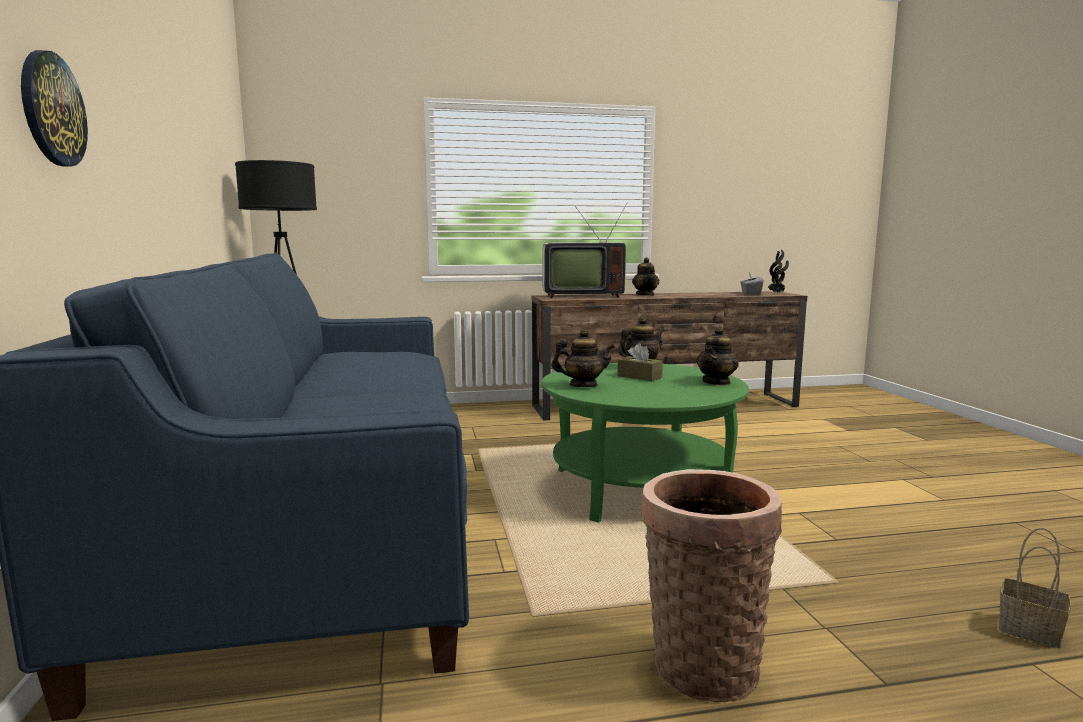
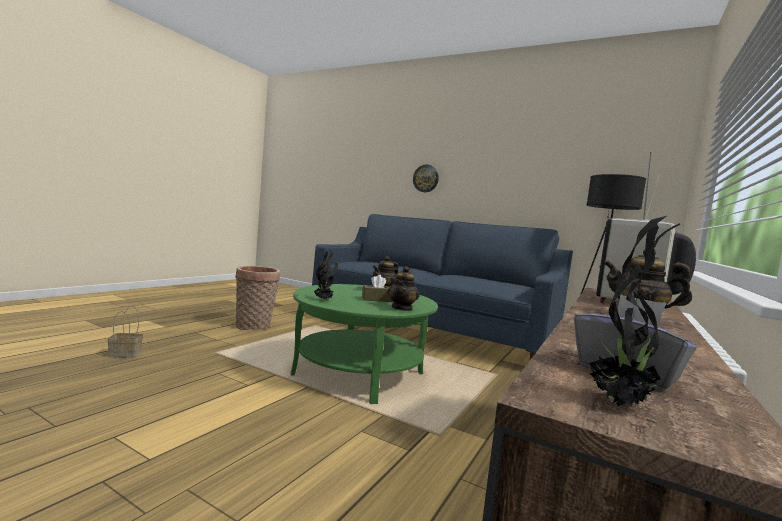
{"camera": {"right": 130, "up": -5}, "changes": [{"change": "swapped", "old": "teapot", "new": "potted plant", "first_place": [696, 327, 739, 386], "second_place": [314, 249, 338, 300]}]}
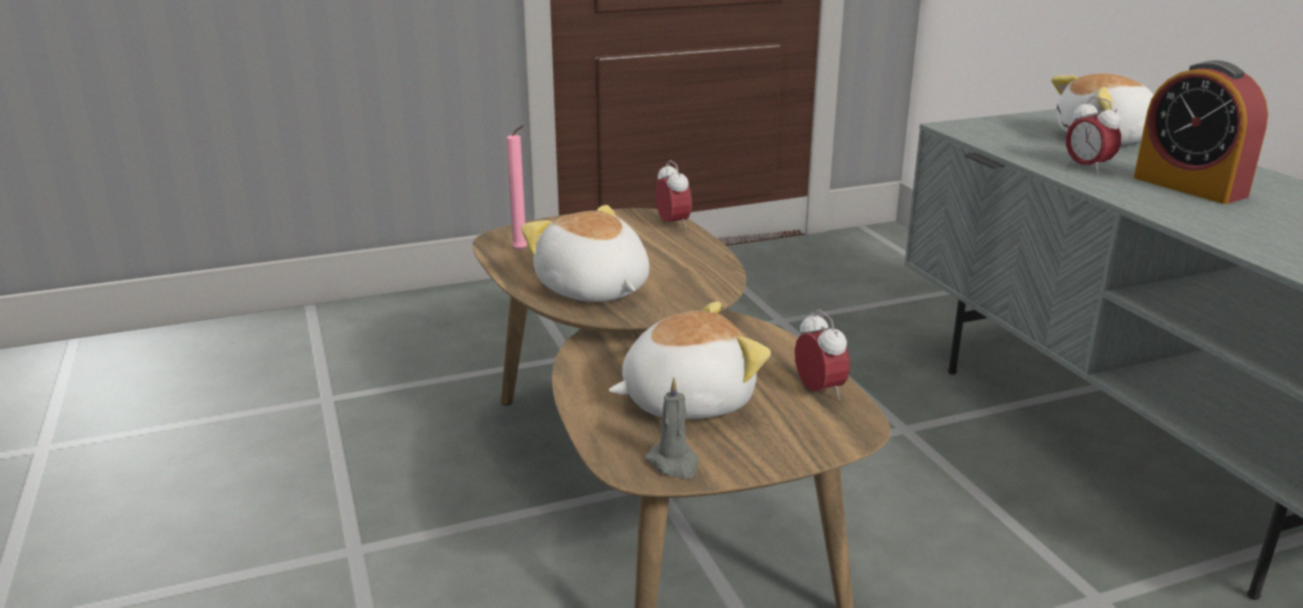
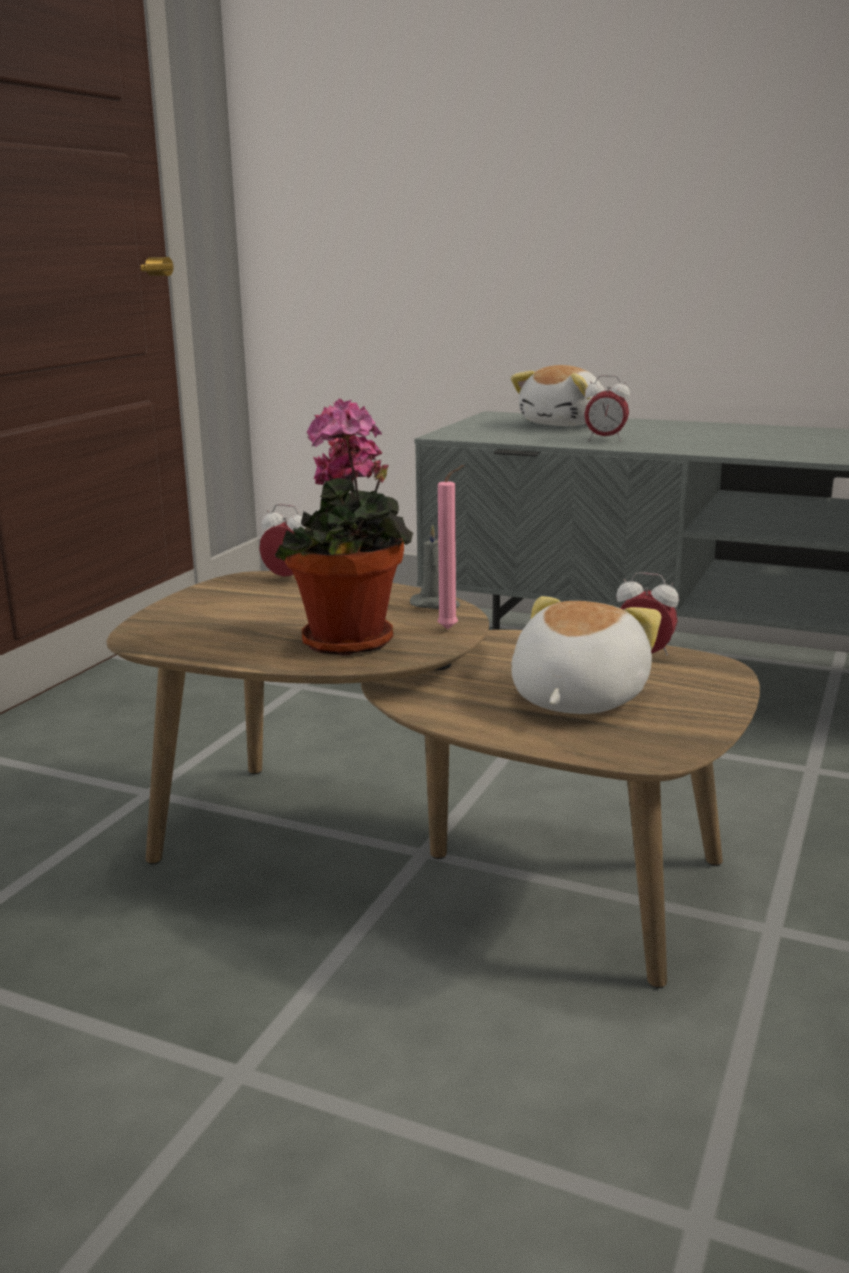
{"camera": {"right": -45, "up": -5}, "changes": [{"change": "gone", "old": "alarm clock", "first_place": [1134, 60, 1268, 204]}, {"change": "shifted", "old": "candle/pink", "first_place": [507, 125, 527, 251], "second_place": [437, 465, 464, 629]}, {"change": "shifted", "old": "candle/grey", "first_place": [646, 377, 699, 479], "second_place": [410, 524, 461, 609]}, {"change": "swapped", "old": "plush toy", "new": "potted plant", "first_place": [521, 205, 649, 302], "second_place": [275, 399, 413, 656]}]}
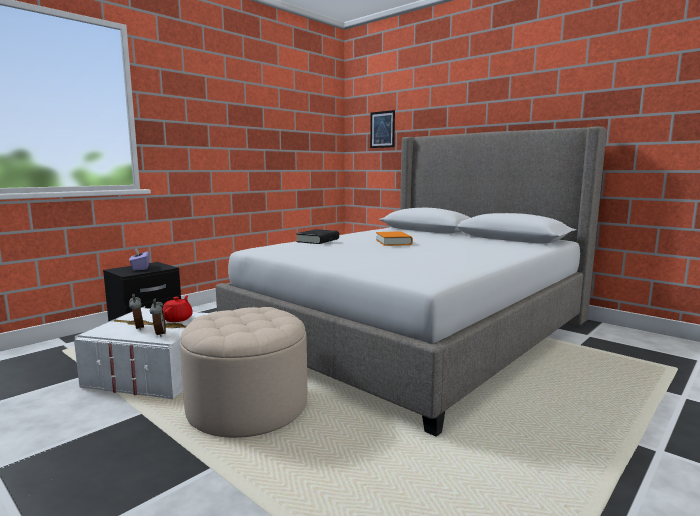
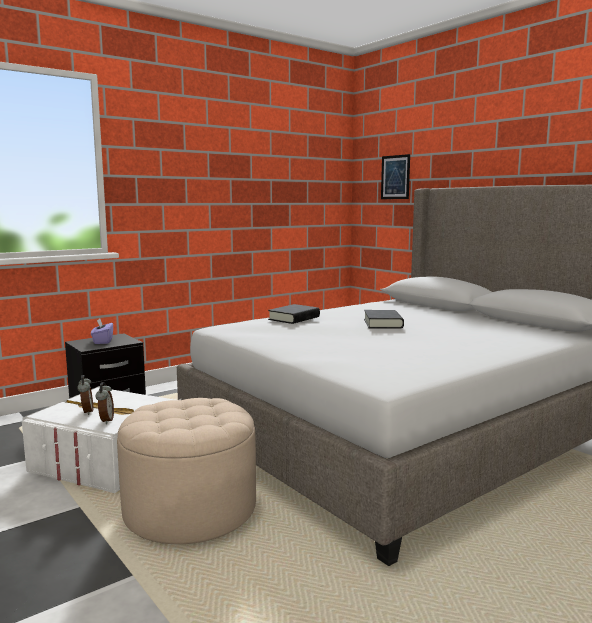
{"camera": {"right": 10, "up": 0}, "changes": [{"change": "gone", "old": "teapot/red", "first_place": [163, 295, 193, 322]}, {"change": "repainted", "old": "book/orange", "new": "book/black", "first_place": [376, 231, 413, 246], "second_place": [364, 310, 404, 329]}]}
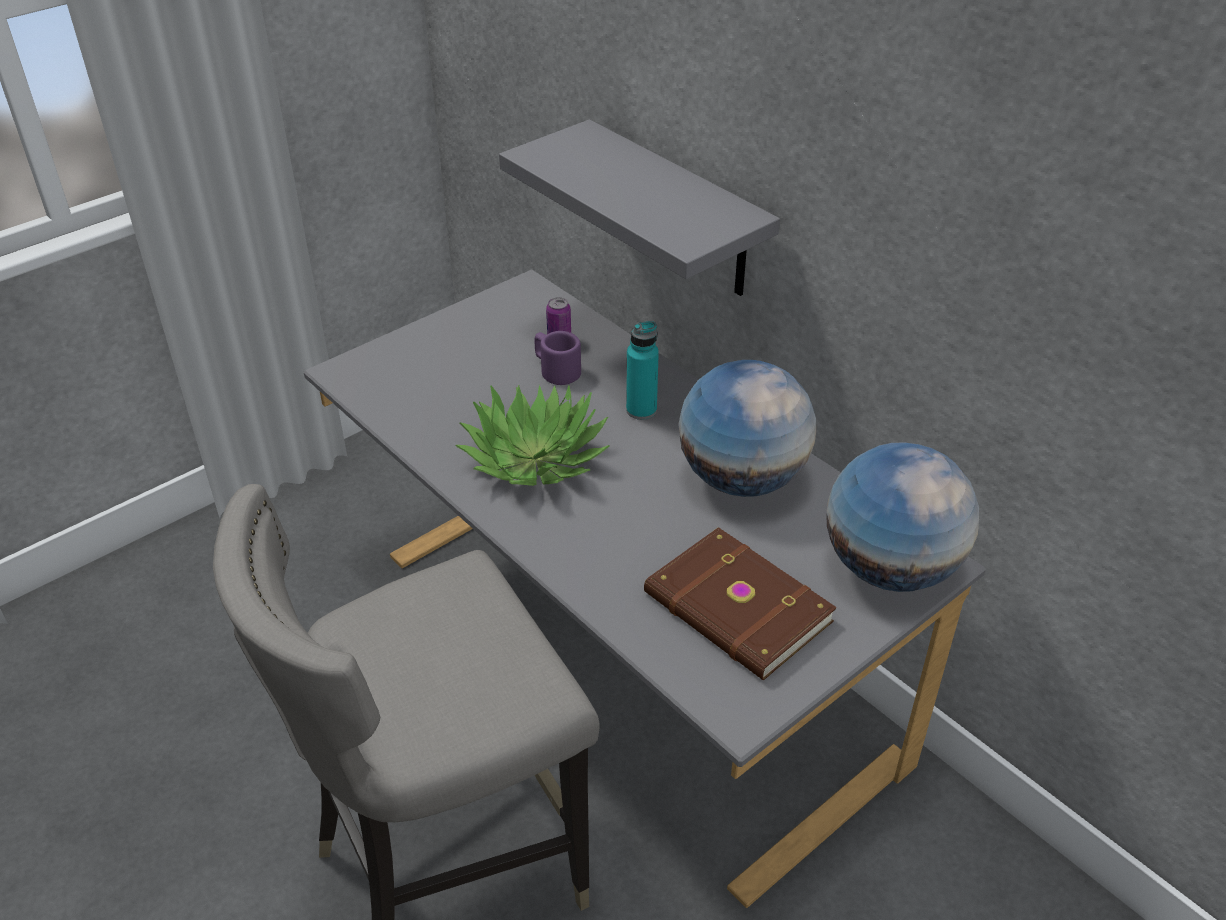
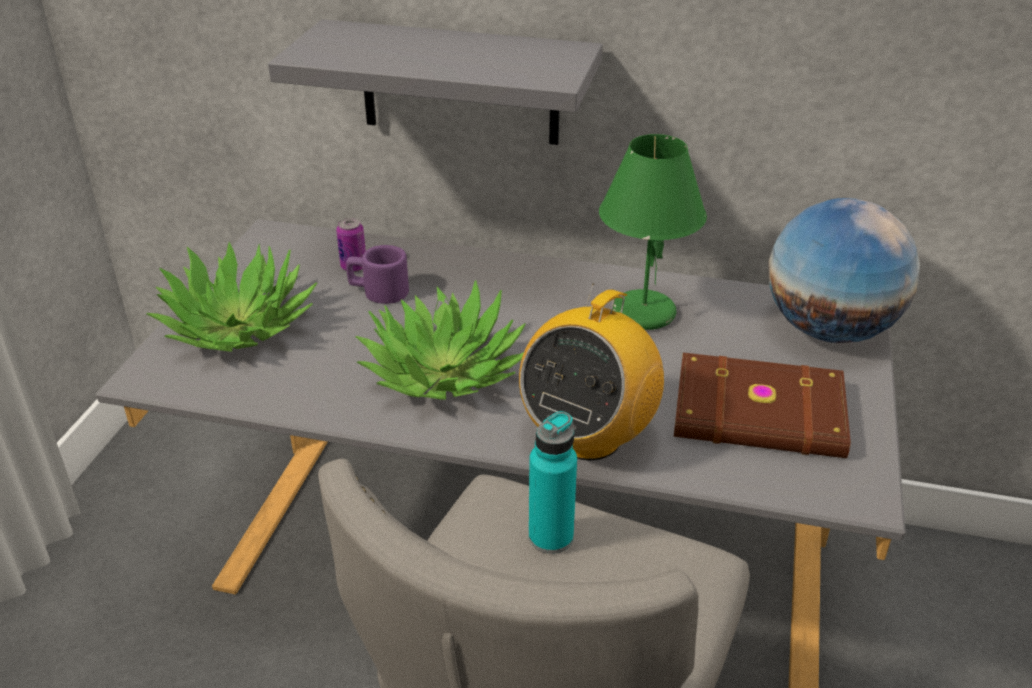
{"camera": {"right": -35, "up": -5}, "changes": [{"change": "new", "new": "potted plant", "second_place": [147, 242, 317, 352]}, {"change": "new", "new": "radio", "second_place": [519, 283, 664, 461]}, {"change": "shifted", "old": "bottle/turquoise", "first_place": [626, 321, 659, 420], "second_place": [529, 411, 577, 554]}, {"change": "swapped", "old": "globe", "new": "table lamp/green", "first_place": [678, 360, 816, 497], "second_place": [599, 134, 707, 330]}]}
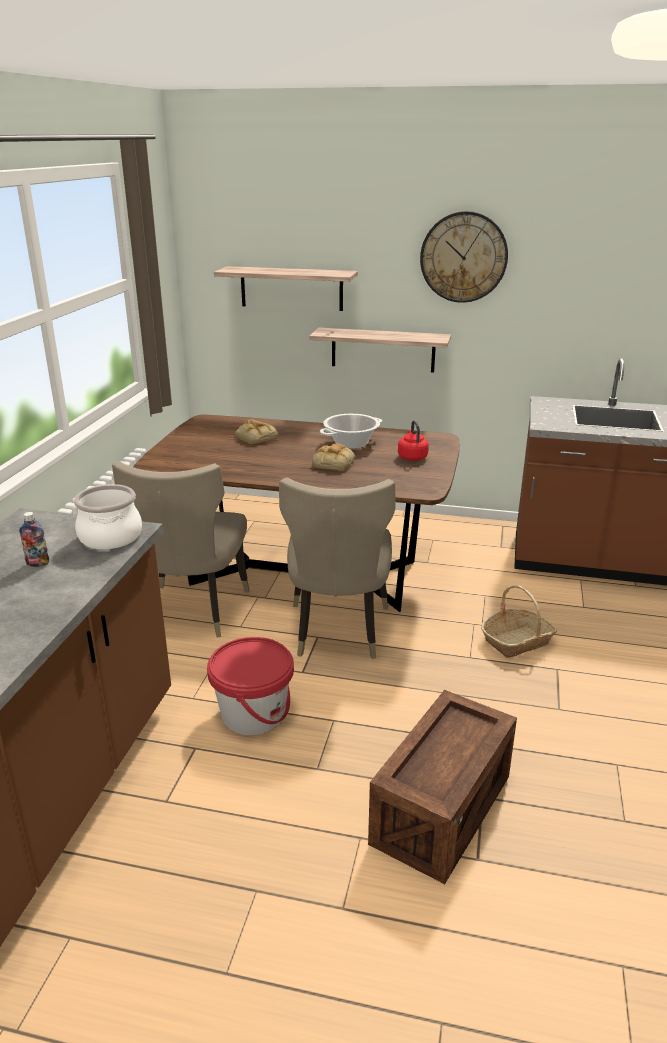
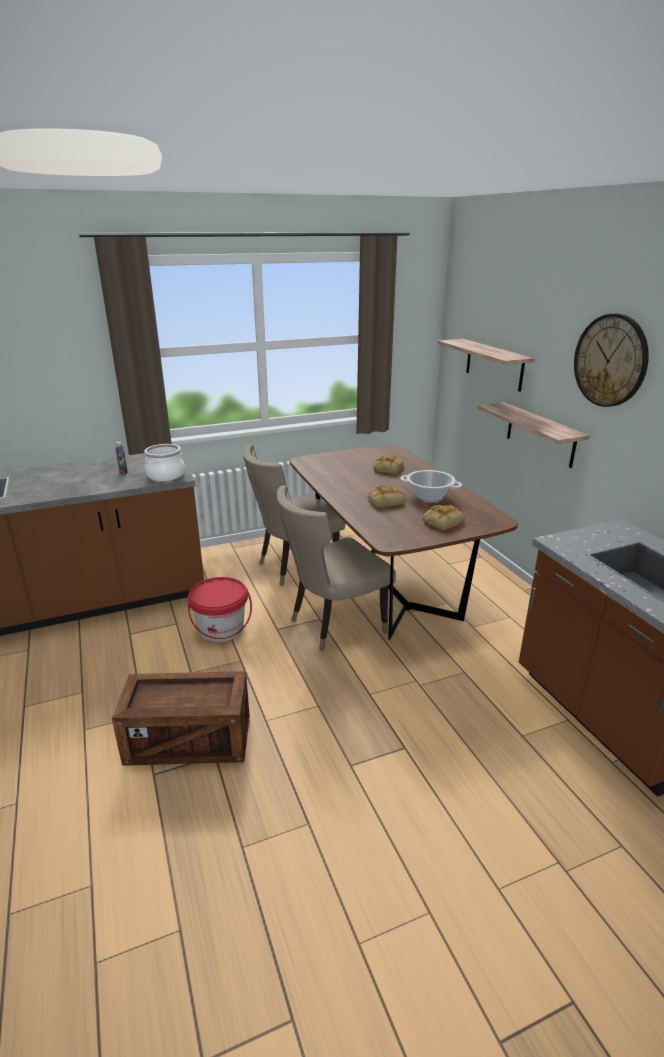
{"camera": {"right": 55, "up": 0}, "changes": [{"change": "gone", "old": "basket", "first_place": [481, 585, 558, 658]}, {"change": "swapped", "old": "kettle/red", "new": "bread", "first_place": [398, 420, 429, 460], "second_place": [423, 505, 465, 530]}]}
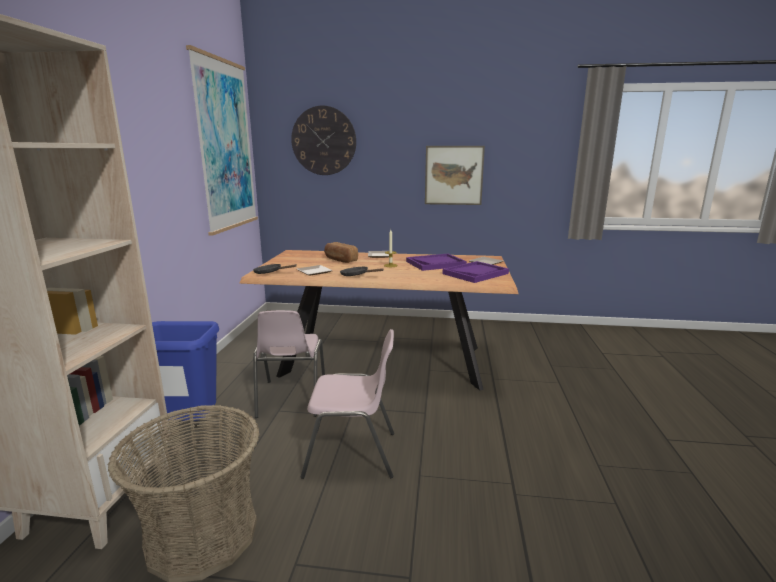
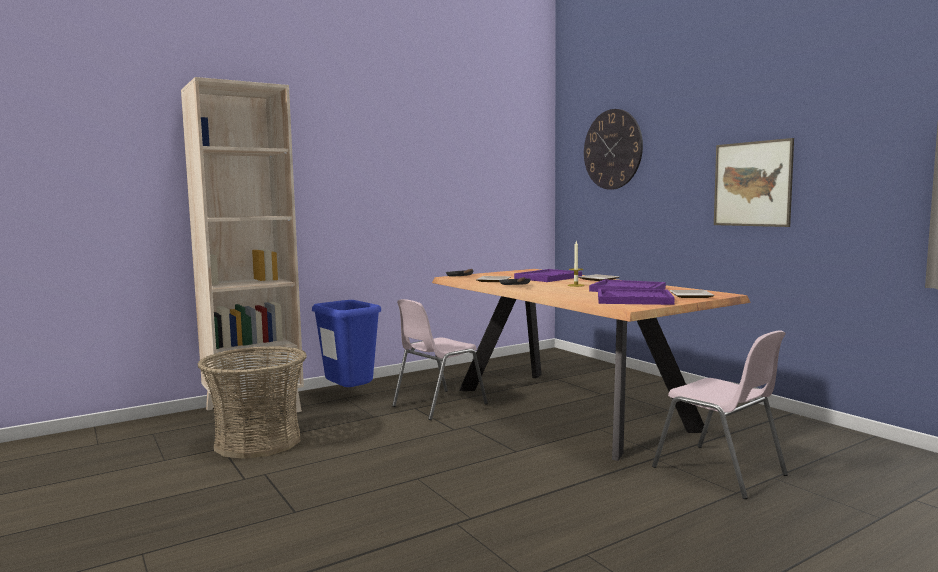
{"camera": {"right": 50, "up": -10}, "changes": [{"change": "gone", "old": "picture", "first_place": [186, 45, 258, 236]}, {"change": "shifted", "old": "chair/pink", "first_place": [301, 329, 394, 479], "second_place": [652, 331, 788, 499]}, {"change": "swapped", "old": "bread", "new": "tray/purple", "first_place": [324, 242, 358, 263], "second_place": [514, 269, 582, 282]}]}
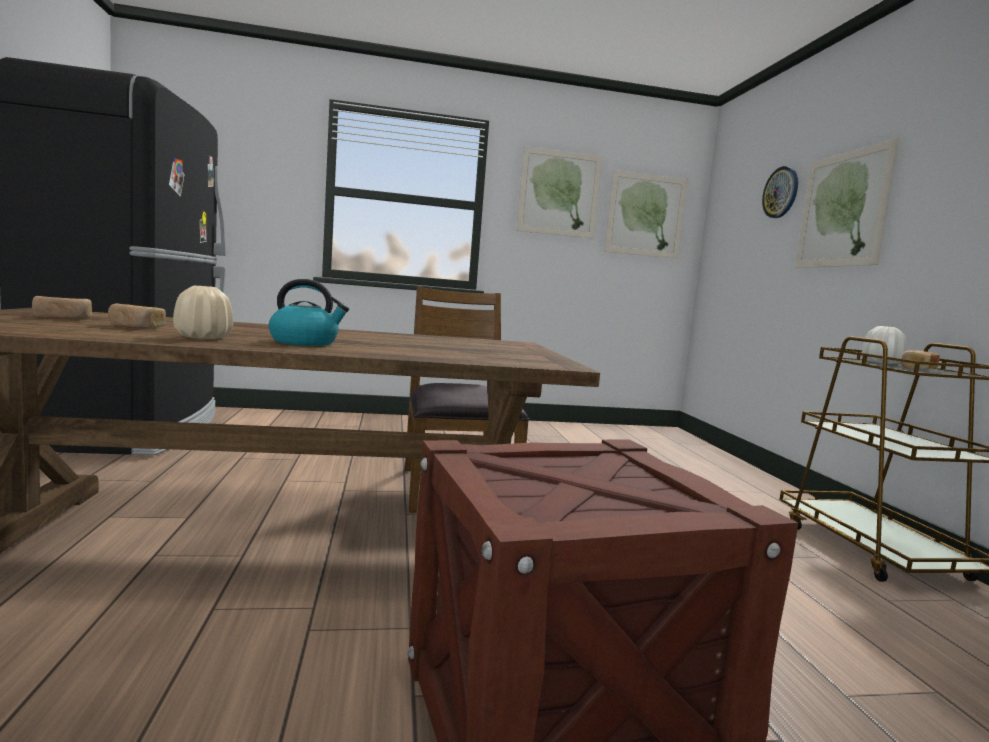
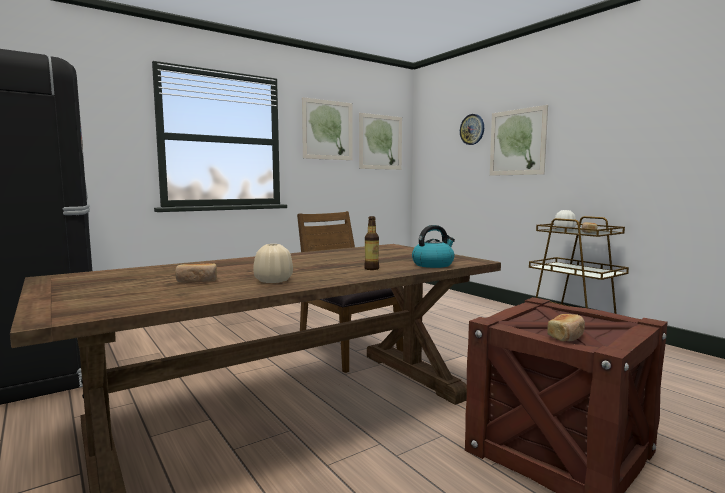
{"camera": {"right": -25, "up": 0}, "changes": [{"change": "new", "new": "bottle", "second_place": [364, 216, 379, 270]}, {"change": "shifted", "old": "bread", "first_place": [32, 296, 92, 320], "second_place": [547, 314, 585, 341]}, {"change": "shifted", "old": "kettle", "first_place": [269, 279, 349, 346], "second_place": [412, 225, 455, 268]}]}
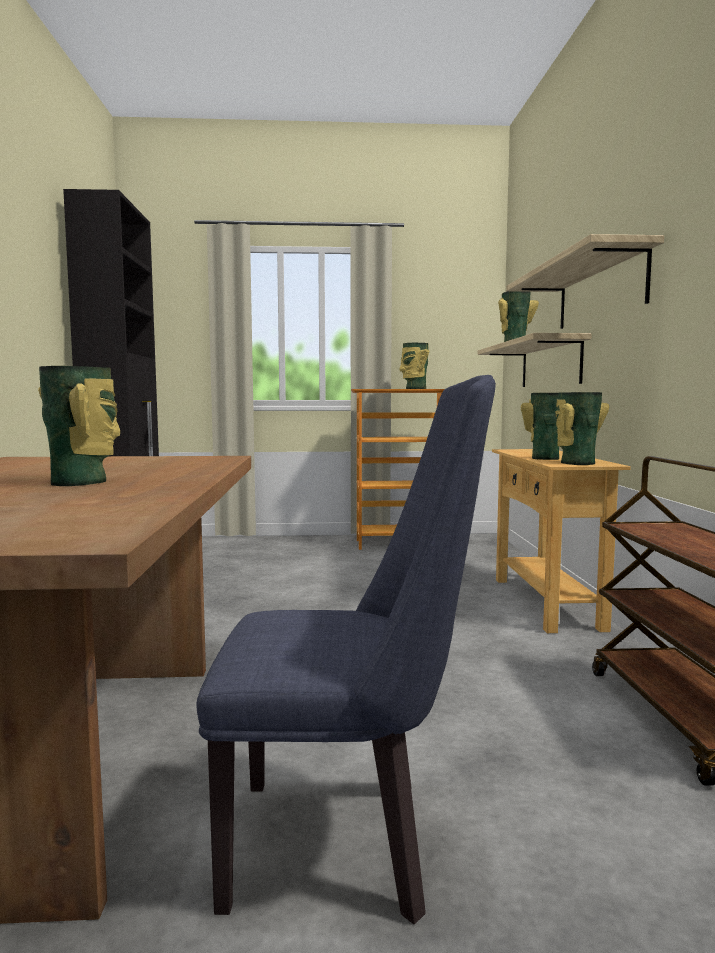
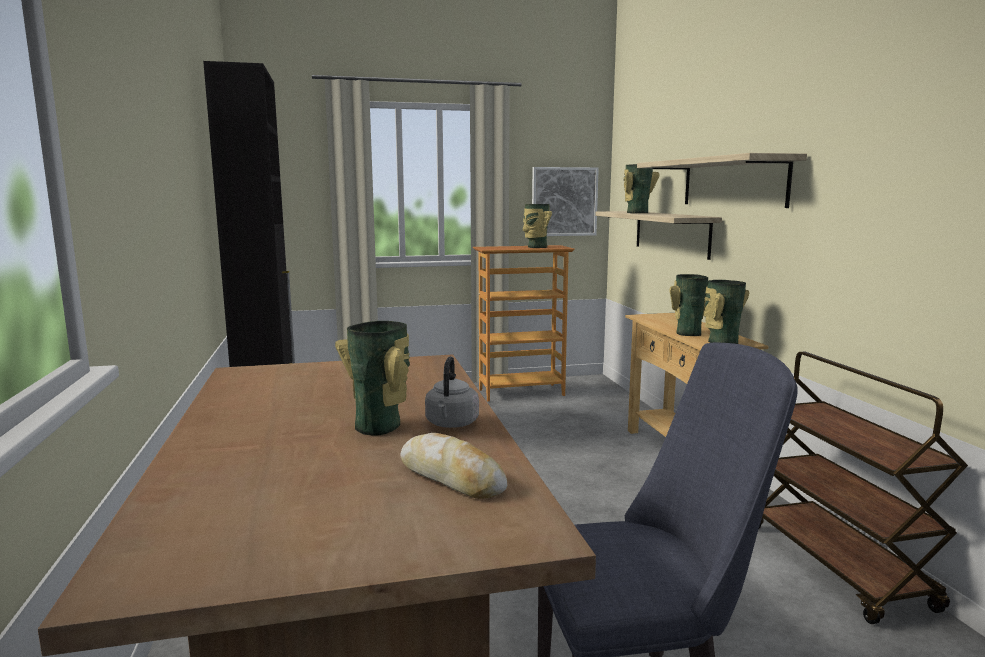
{"camera": {"right": -10, "up": 5}, "changes": [{"change": "new", "new": "bread", "second_place": [400, 433, 507, 499]}, {"change": "new", "new": "kettle/grey", "second_place": [425, 356, 479, 428]}, {"change": "new", "new": "picture", "second_place": [532, 167, 599, 236]}]}
